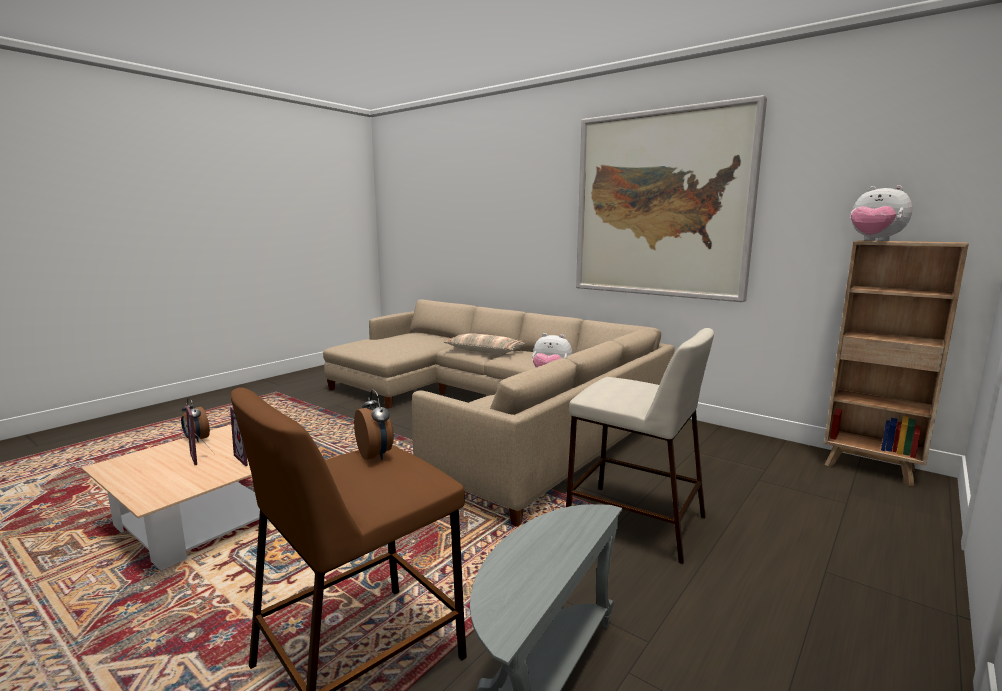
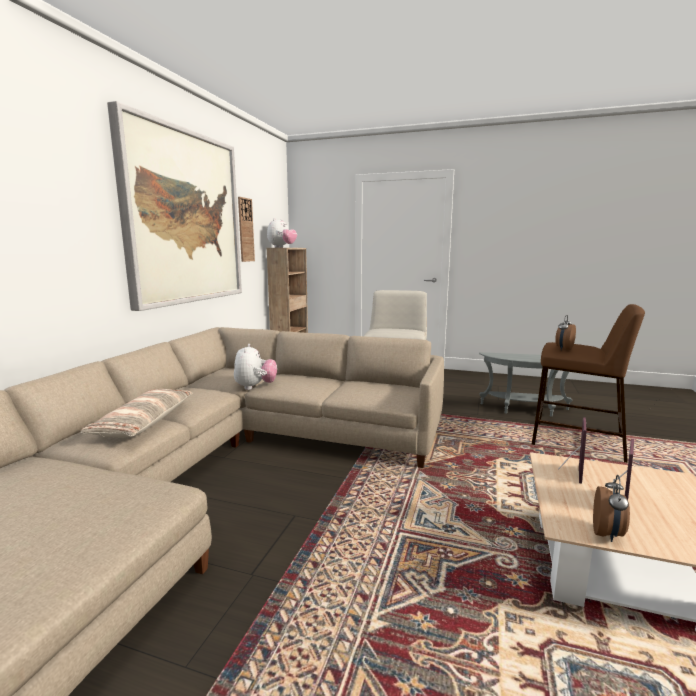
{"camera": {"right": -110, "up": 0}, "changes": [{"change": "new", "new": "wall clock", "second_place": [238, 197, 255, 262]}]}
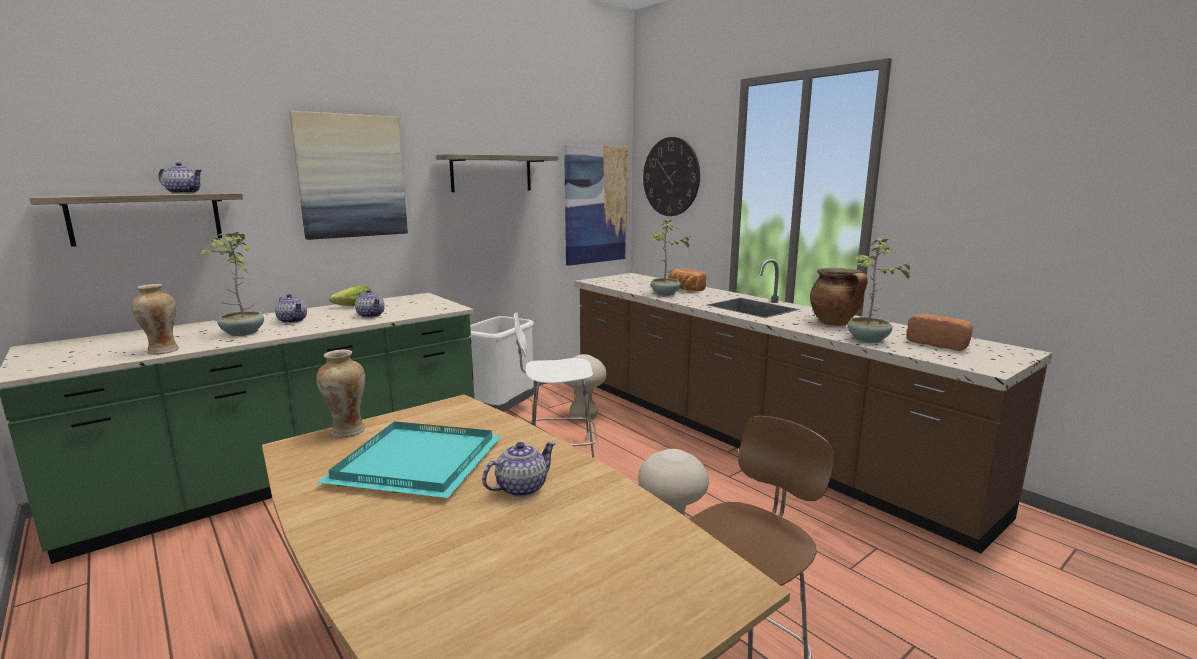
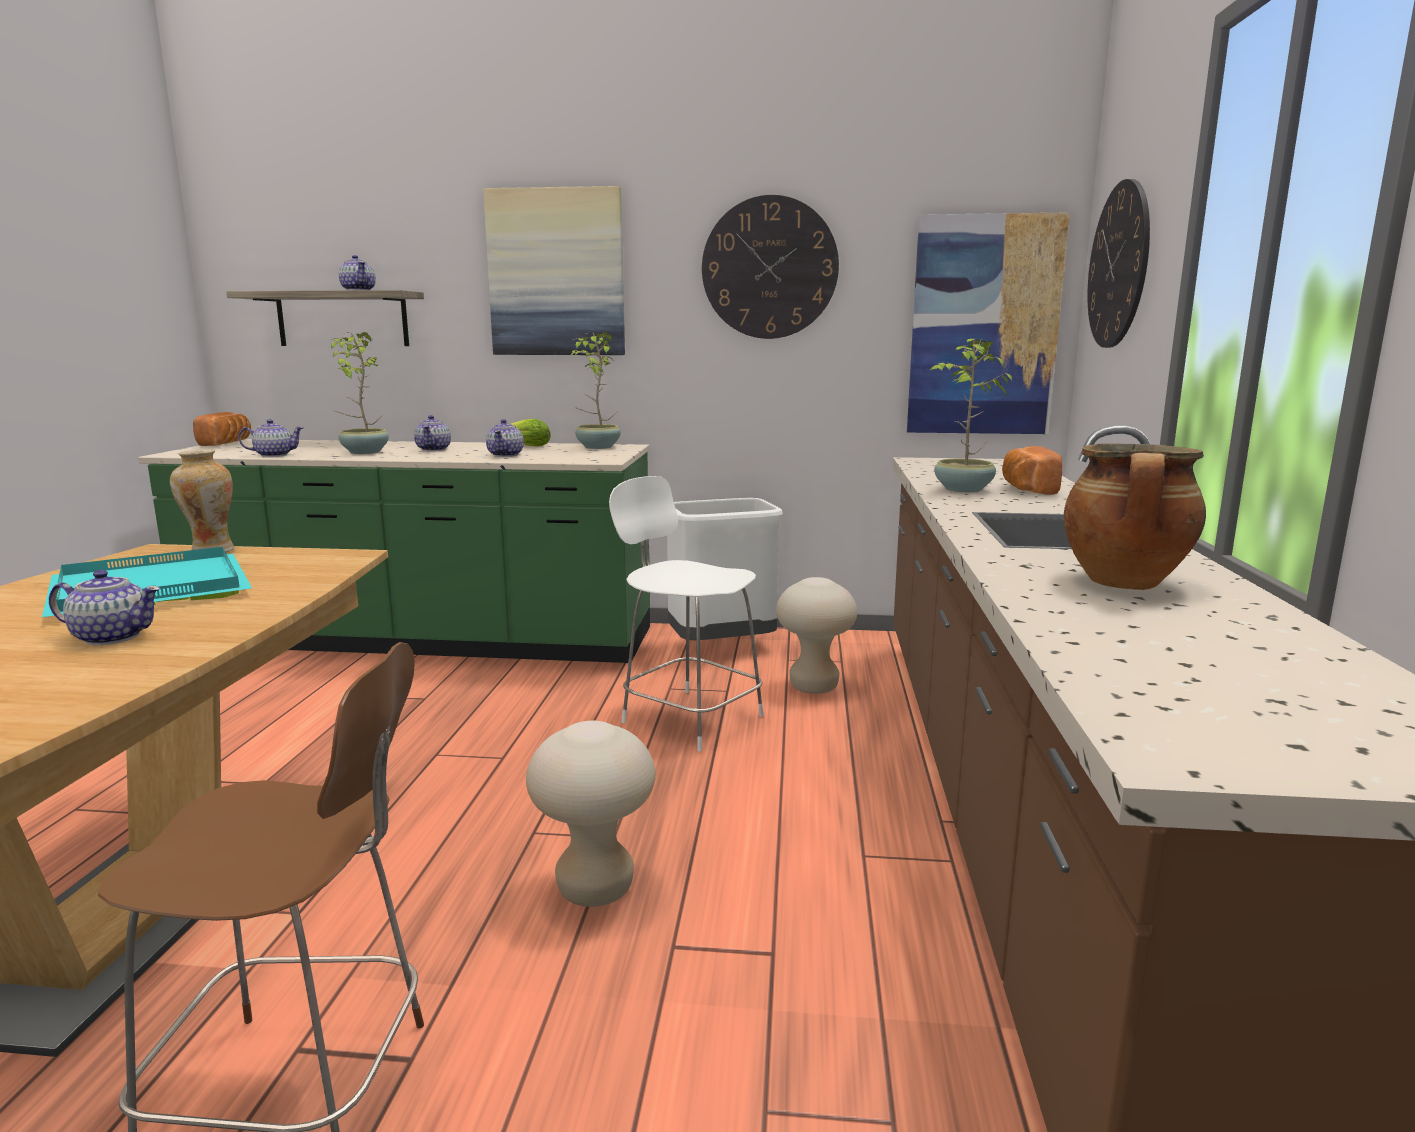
{"camera": {"right": 45, "up": 0}, "changes": [{"change": "shifted", "old": "potted plant", "first_place": [848, 237, 916, 343], "second_place": [570, 332, 621, 449]}, {"change": "shifted", "old": "bread", "first_place": [907, 314, 973, 351], "second_place": [193, 412, 251, 446]}, {"change": "swapped", "old": "vase", "new": "teapot", "first_place": [131, 284, 179, 355], "second_place": [238, 419, 304, 457]}, {"change": "swapped", "old": "shelf", "new": "wall clock", "first_place": [437, 154, 558, 192], "second_place": [702, 195, 839, 339]}]}
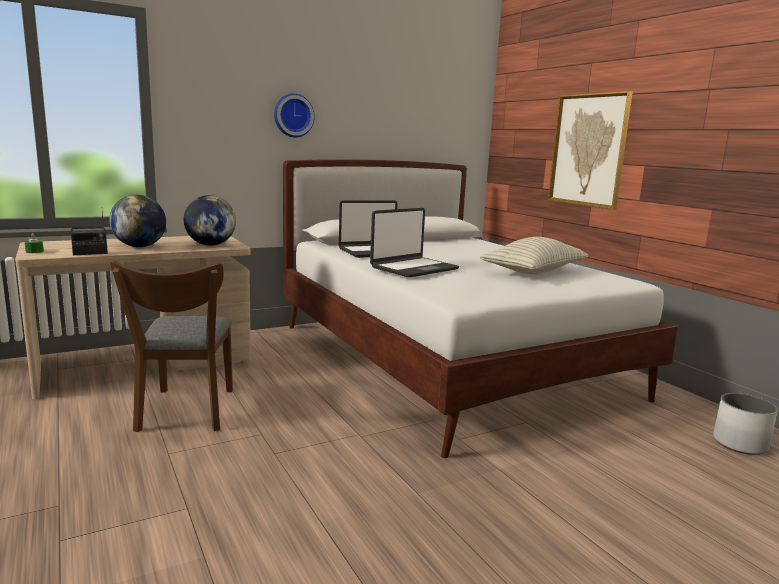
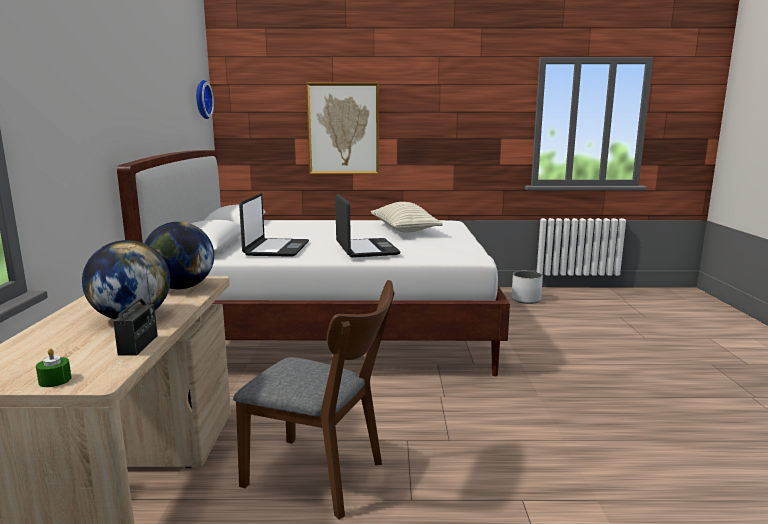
{"camera": {"right": -60, "up": 0}, "changes": [{"change": "shifted", "old": "wall clock", "first_place": [274, 93, 315, 138], "second_place": [196, 80, 214, 119]}]}
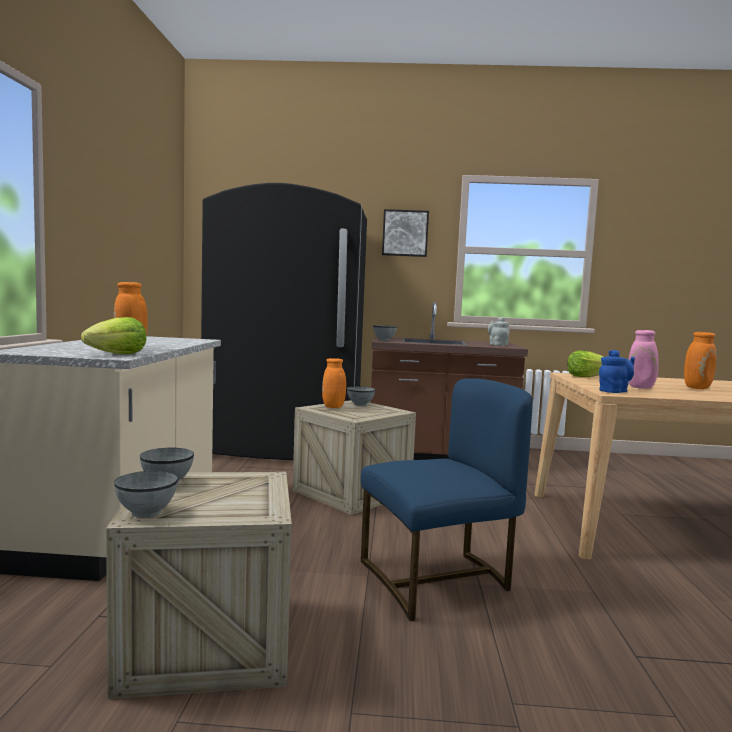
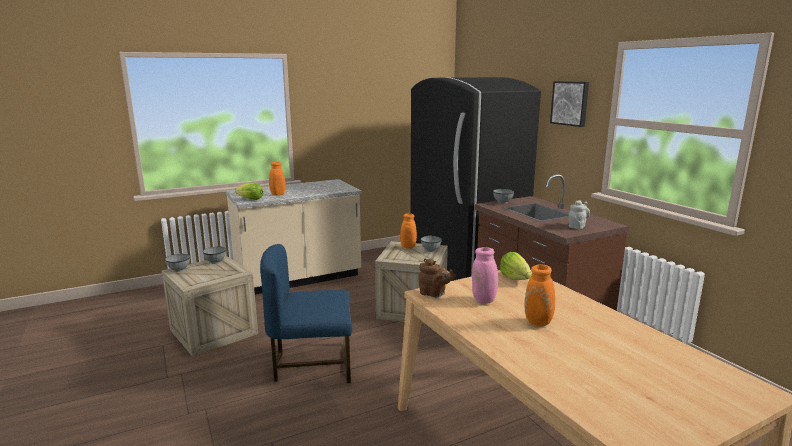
{"camera": {"right": 60, "up": 10}, "changes": [{"change": "repainted", "old": "teapot/blue", "new": "teapot/brown", "first_place": [599, 350, 635, 393], "second_place": [418, 258, 456, 297]}, {"change": "rotated", "old": "chair/blue", "first_place": [361, 378, 533, 621], "second_place": [260, 244, 352, 383], "degrees": 135}]}
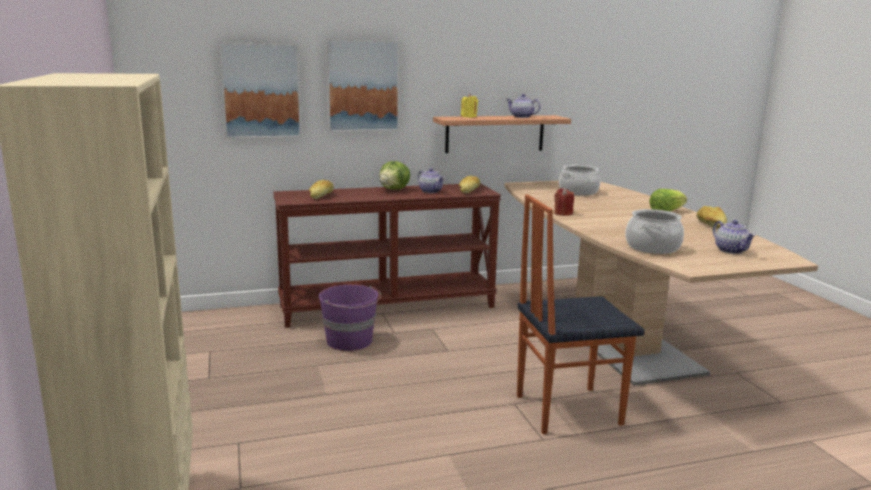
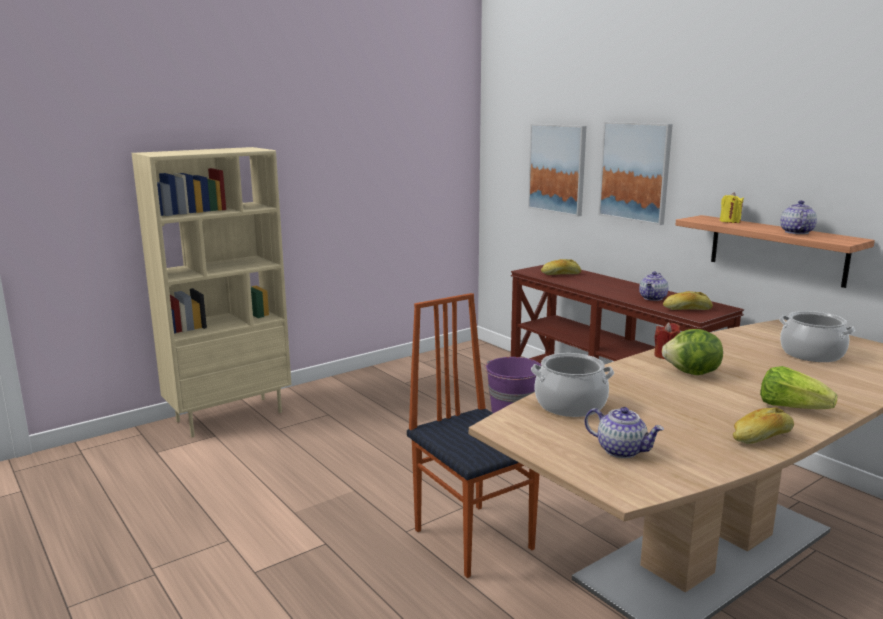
{"camera": {"right": 70, "up": 0}, "changes": [{"change": "shifted", "old": "lettuce", "first_place": [379, 161, 410, 190], "second_place": [662, 329, 723, 375]}, {"change": "rotated", "old": "teapot", "first_place": [713, 220, 756, 254], "second_place": [585, 407, 664, 458], "degrees": -105}]}
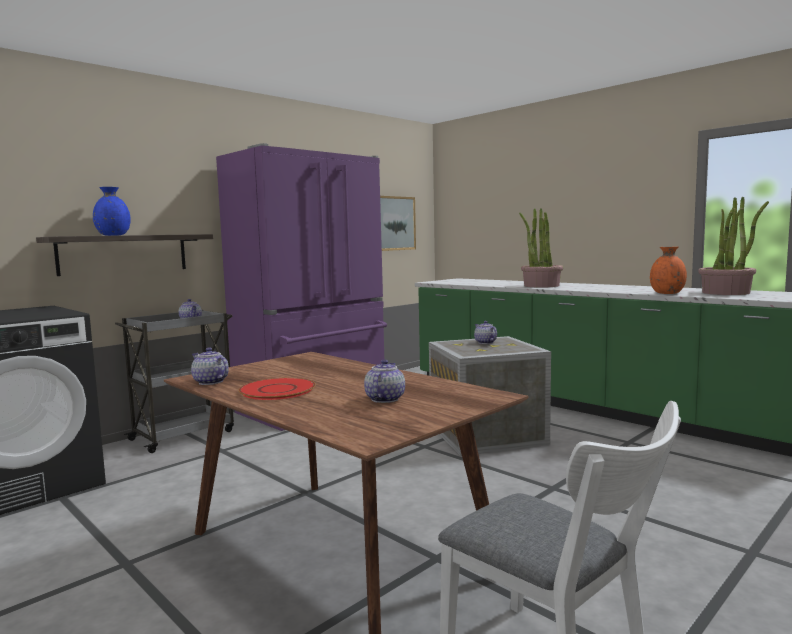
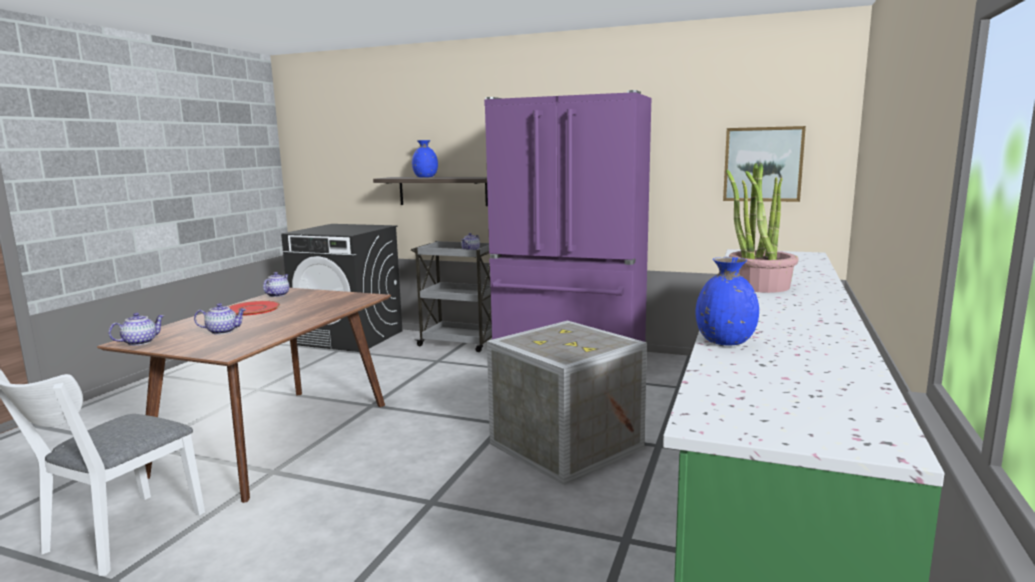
{"camera": {"right": 65, "up": 5}, "changes": [{"change": "gone", "old": "potted plant", "first_place": [698, 197, 769, 295]}, {"change": "shifted", "old": "teapot", "first_place": [474, 321, 497, 344], "second_place": [108, 313, 165, 346]}, {"change": "repainted", "old": "vase/orange", "new": "vase/blue", "first_place": [650, 247, 687, 294], "second_place": [696, 257, 759, 345]}]}
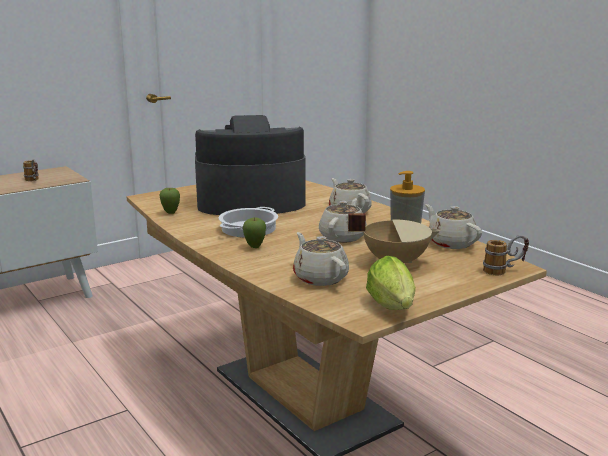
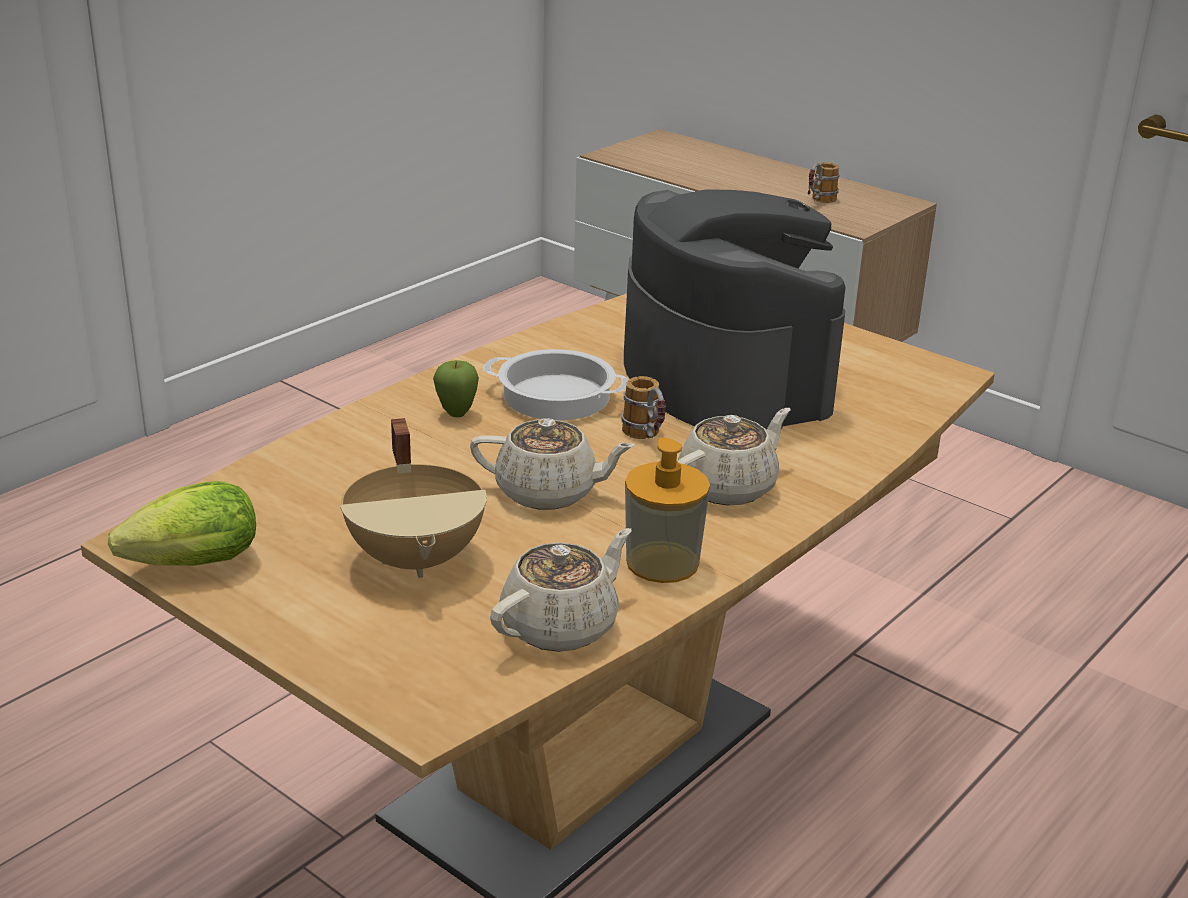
{"camera": {"right": 75, "up": 10}, "changes": [{"change": "gone", "old": "apple", "first_place": [159, 187, 180, 214]}, {"change": "gone", "old": "teapot/beige", "first_place": [293, 232, 349, 286]}, {"change": "shifted", "old": "mug", "first_place": [483, 235, 529, 275], "second_place": [621, 376, 666, 439]}]}
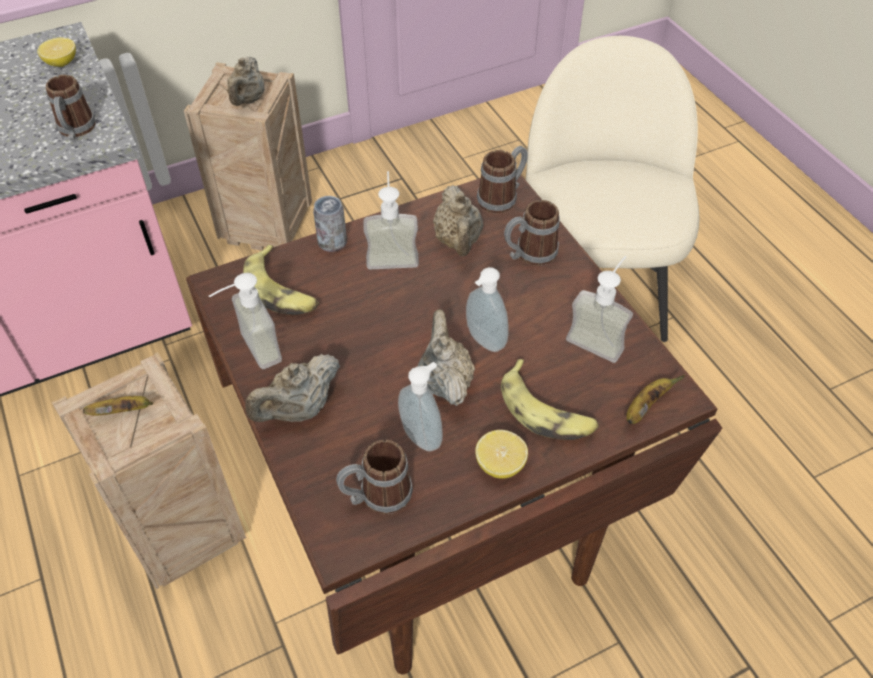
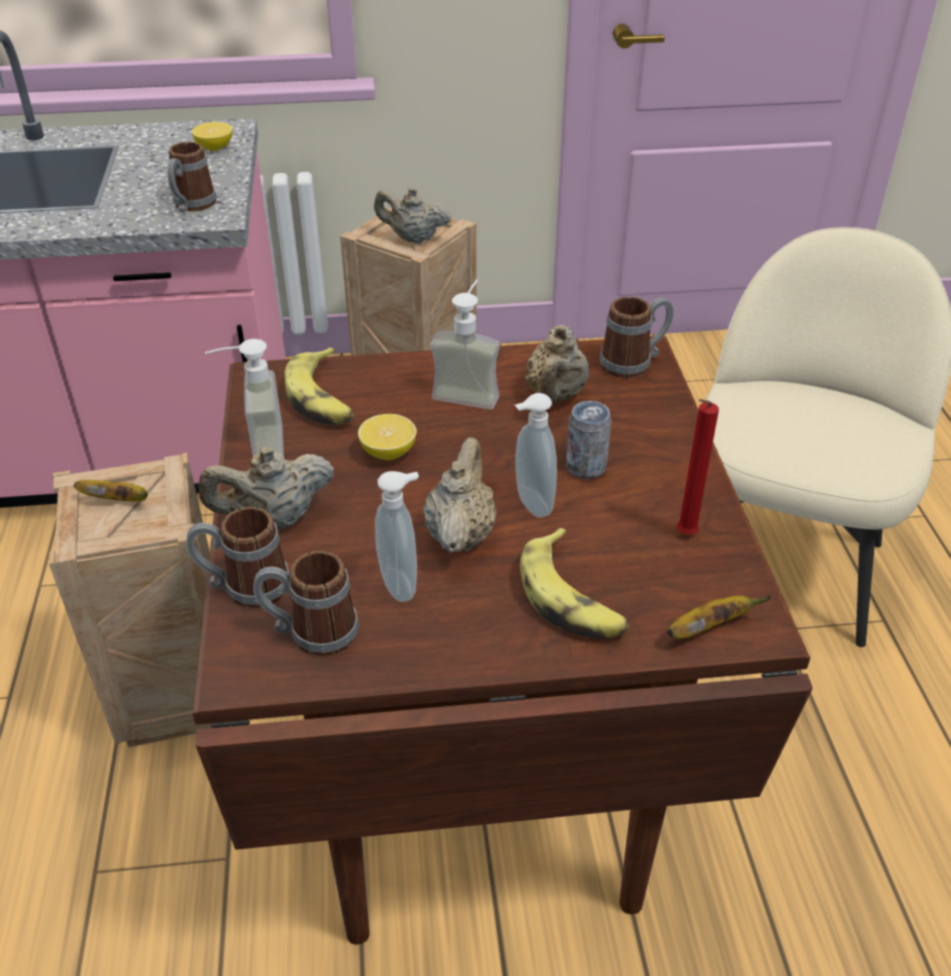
{"camera": {"right": 20, "up": -10}, "changes": [{"change": "shifted", "old": "can", "first_place": [313, 196, 347, 252], "second_place": [566, 401, 612, 479]}, {"change": "shifted", "old": "lemon", "first_place": [475, 430, 528, 479], "second_place": [358, 414, 417, 460]}, {"change": "shifted", "old": "mug", "first_place": [504, 200, 560, 266], "second_place": [186, 507, 290, 608]}, {"change": "swapped", "old": "soap dispenser", "new": "candle/red", "first_place": [566, 256, 633, 363], "second_place": [677, 399, 719, 535]}, {"change": "rotated", "old": "teapot/beige", "first_place": [227, 57, 264, 106], "second_place": [374, 187, 451, 243], "degrees": 75}]}
